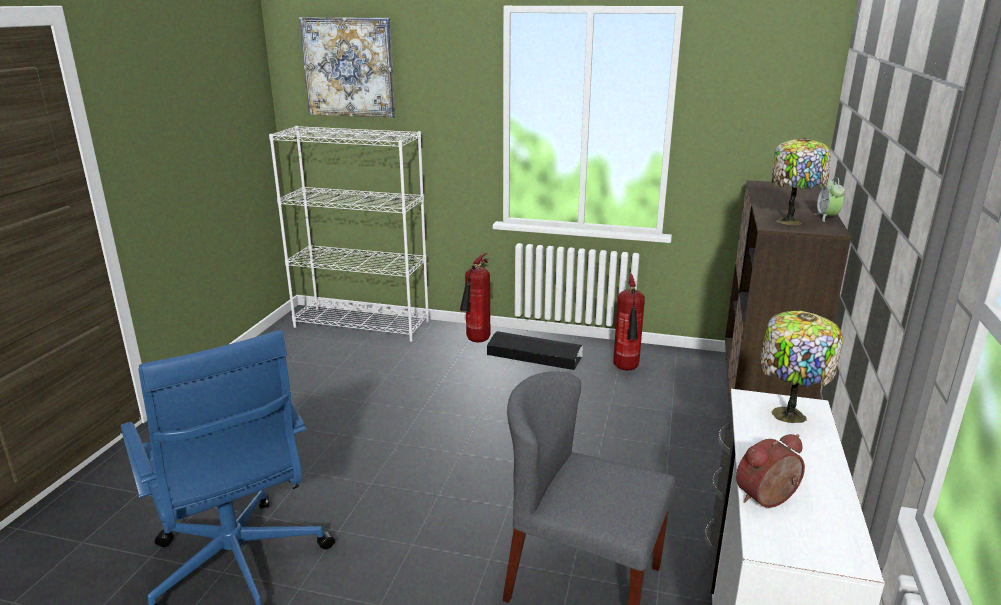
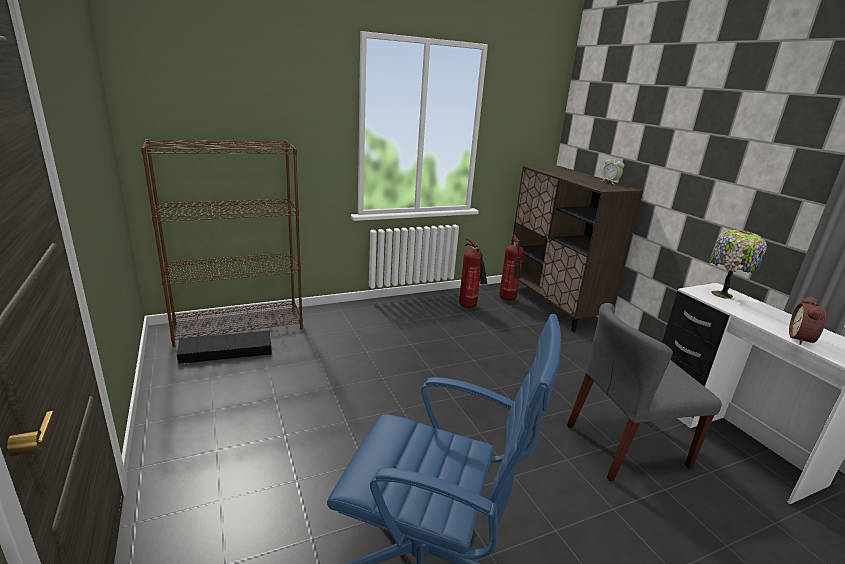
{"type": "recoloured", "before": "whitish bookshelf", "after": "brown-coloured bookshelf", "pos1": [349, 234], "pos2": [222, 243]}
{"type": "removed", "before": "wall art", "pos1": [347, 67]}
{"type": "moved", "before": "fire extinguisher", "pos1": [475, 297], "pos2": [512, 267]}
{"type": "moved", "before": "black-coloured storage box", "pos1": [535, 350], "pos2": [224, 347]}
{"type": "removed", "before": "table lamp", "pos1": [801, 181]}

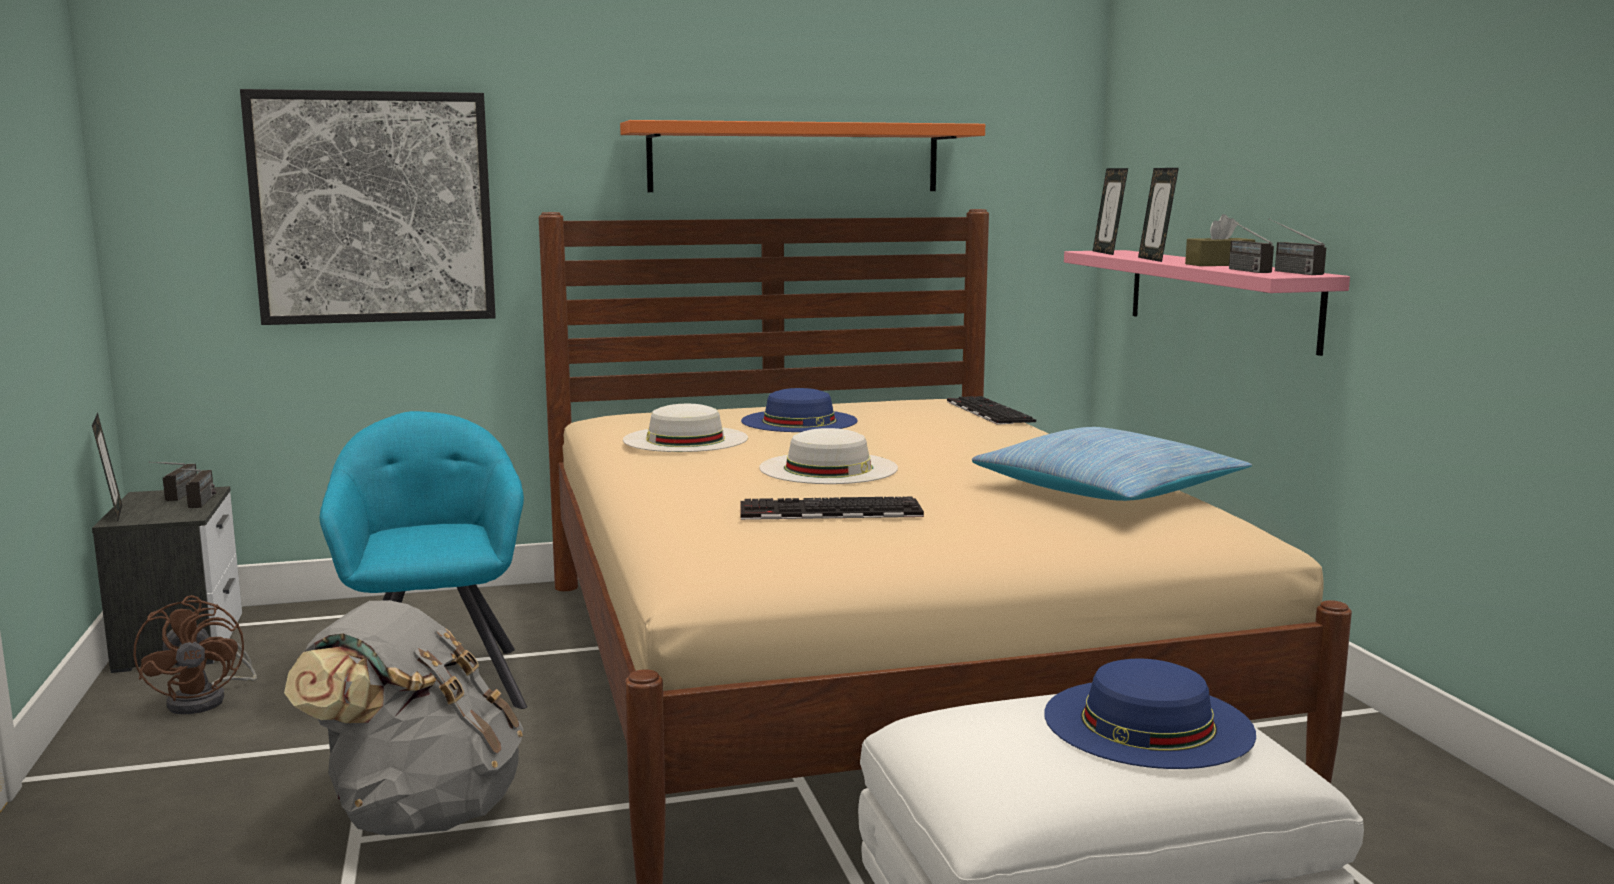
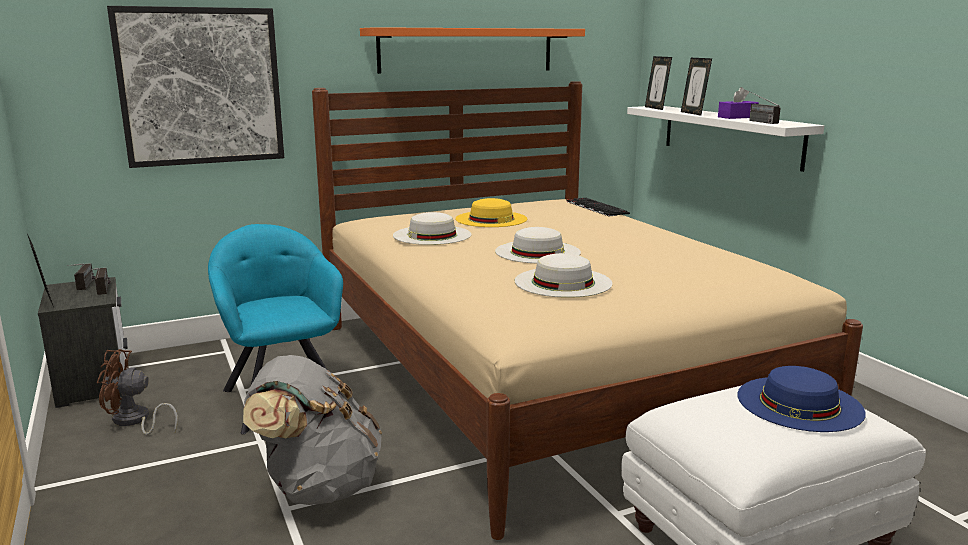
{"type": "turned", "before": "brown-coloured fan", "pos1": [195, 654], "pos2": [137, 392], "turn": 120}
{"type": "replaced", "before": "keyboard", "after": "whitish clothing hat", "pos1": [832, 508], "pos2": [563, 275]}
{"type": "recoloured", "before": "bluish clothing hat", "after": "yellowish clothing hat", "pos1": [799, 410], "pos2": [491, 212]}
{"type": "removed", "before": "throw pillow", "pos1": [1112, 464]}
{"type": "recoloured", "before": "pink wall shelf", "after": "whitish wall shelf", "pos1": [1207, 303], "pos2": [725, 139]}
{"type": "recoloured", "before": "brown-coloured tissue holder", "after": "purple-coloured tissue holder", "pos1": [1220, 240], "pos2": [738, 103]}
{"type": "removed", "before": "radio set", "pos1": [1297, 247]}

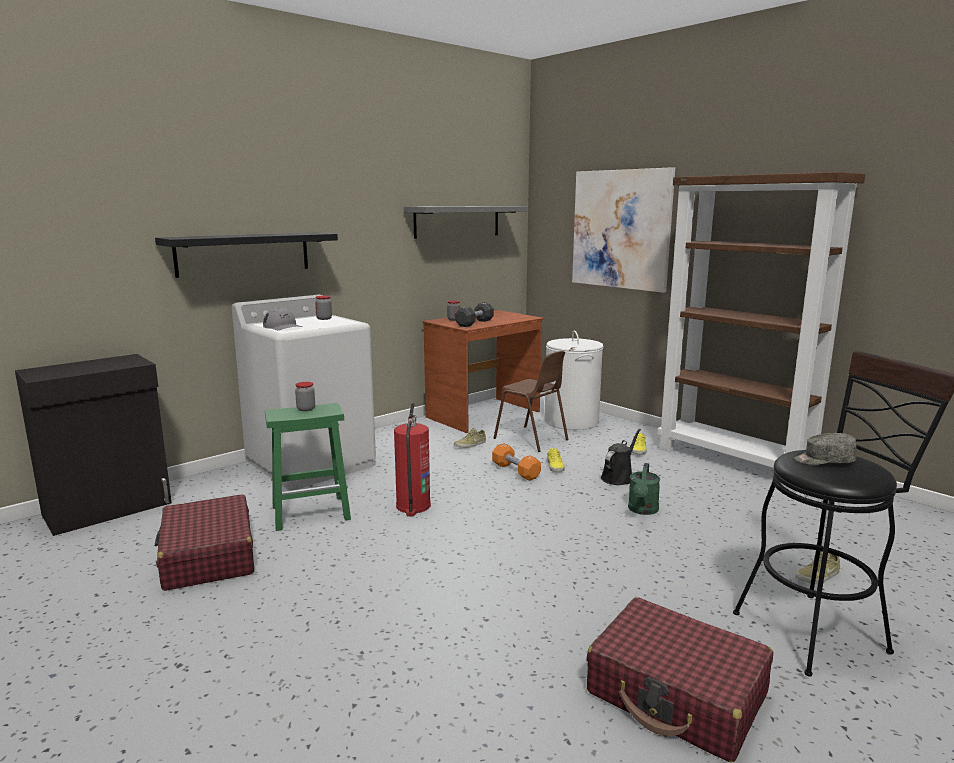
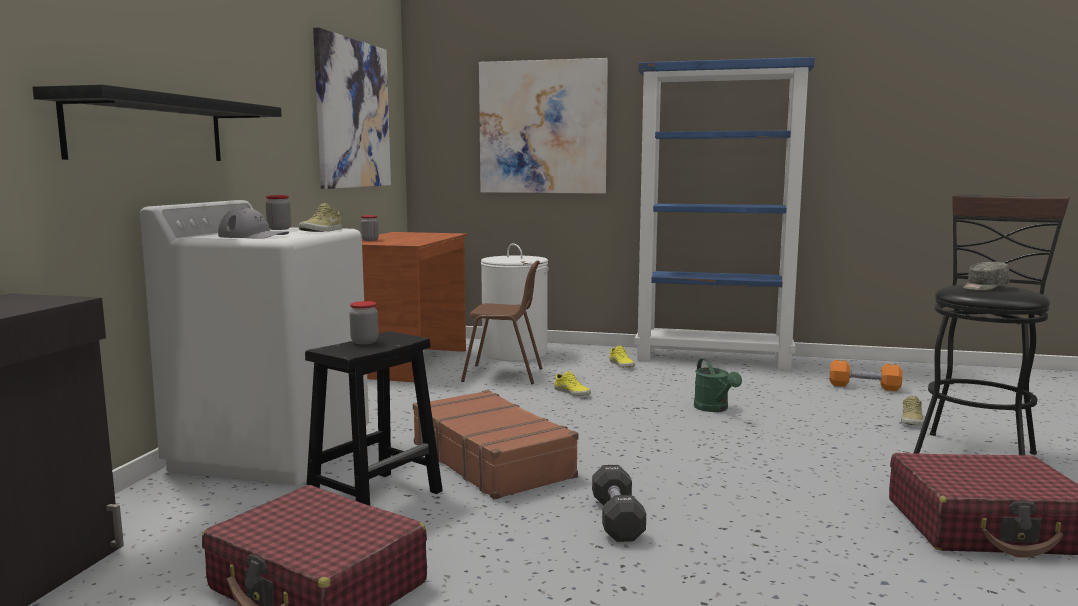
{"type": "recoloured", "before": "green-coloured sitting stool", "after": "black-coloured sitting stool", "pos1": [308, 467], "pos2": [374, 418]}
{"type": "replaced", "before": "fire extinguisher", "after": "brown-coloured piece of luggage", "pos1": [412, 460], "pos2": [495, 445]}
{"type": "replaced", "before": "greyish wall shelf", "after": "wall art", "pos1": [466, 222], "pos2": [352, 108]}
{"type": "moved", "before": "beige-coloured low shoe", "pos1": [470, 438], "pos2": [320, 217]}
{"type": "moved", "before": "black-coloured dumbbell", "pos1": [474, 314], "pos2": [619, 503]}
{"type": "moved", "before": "orangey dumbbell", "pos1": [516, 462], "pos2": [866, 375]}
{"type": "removed", "before": "black-coloured sprinkling can", "pos1": [621, 457]}
{"type": "recoloured", "before": "brown-coloured bookshelf", "after": "bluish bookshelf", "pos1": [761, 331], "pos2": [725, 213]}

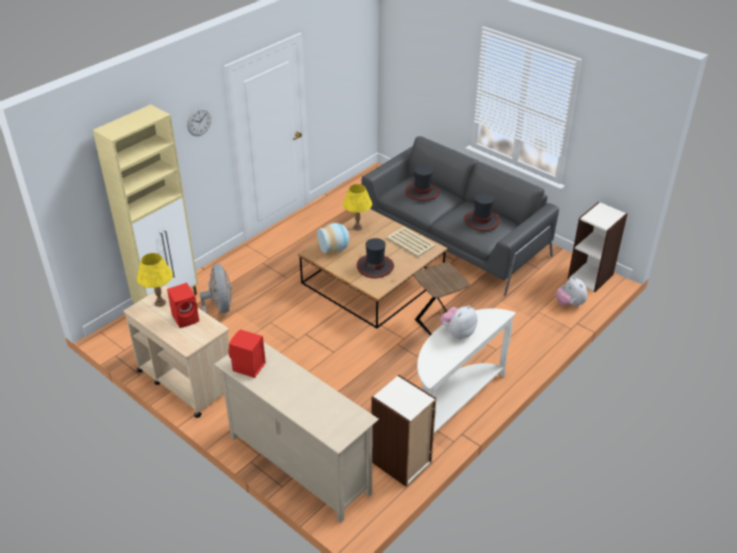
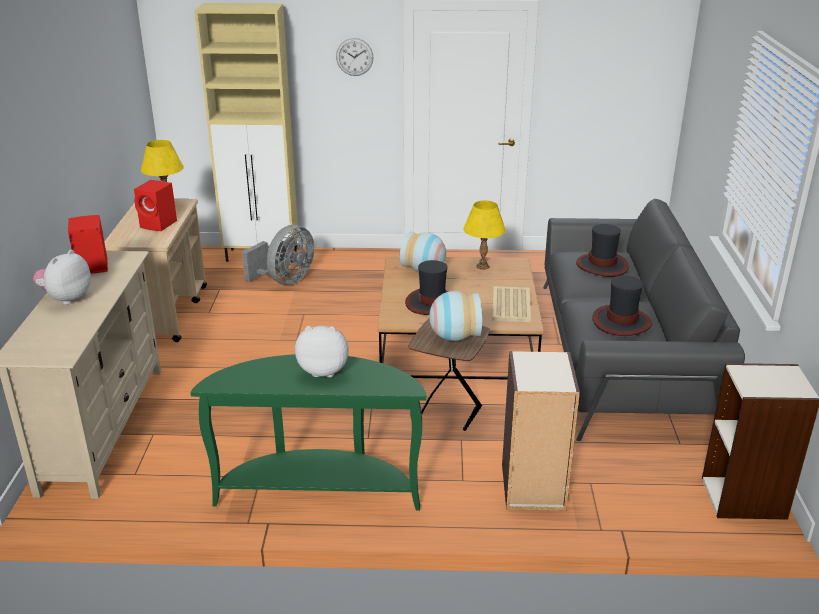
{"type": "moved", "before": "bookshelf", "pos1": [404, 431], "pos2": [541, 431]}
{"type": "recoloured", "before": "whitish console table", "after": "green-coloured console table", "pos1": [466, 370], "pos2": [309, 432]}
{"type": "moved", "before": "plush toy", "pos1": [571, 291], "pos2": [62, 277]}
{"type": "added", "after": "decorative vase", "pos2": [455, 316]}

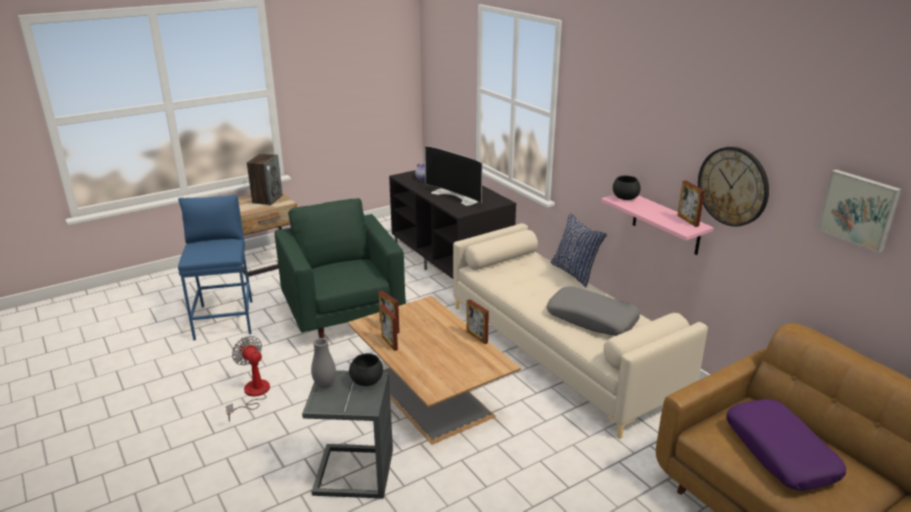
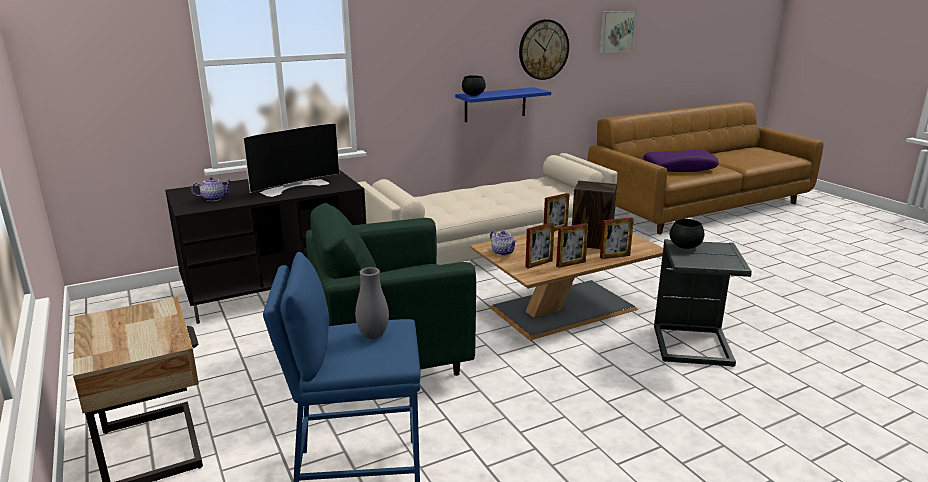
{"type": "removed", "before": "fan", "pos1": [248, 379]}
{"type": "moved", "before": "speaker", "pos1": [265, 179], "pos2": [594, 215]}
{"type": "moved", "before": "greyish decorative vase", "pos1": [323, 363], "pos2": [372, 303]}
{"type": "removed", "before": "greyish throw pillow", "pos1": [593, 311]}
{"type": "removed", "before": "bluish throw pillow", "pos1": [578, 250]}
{"type": "recoloured", "before": "pink wall shelf", "after": "bluish wall shelf", "pos1": [657, 225], "pos2": [503, 104]}
{"type": "moved", "before": "standing frame", "pos1": [691, 204], "pos2": [617, 238]}
{"type": "added", "after": "pot for tea", "pos2": [503, 243]}

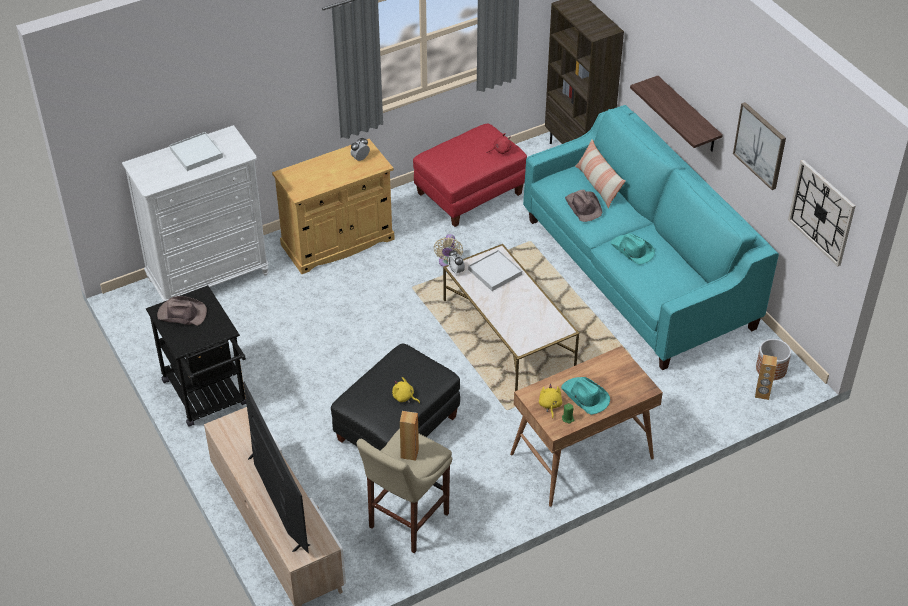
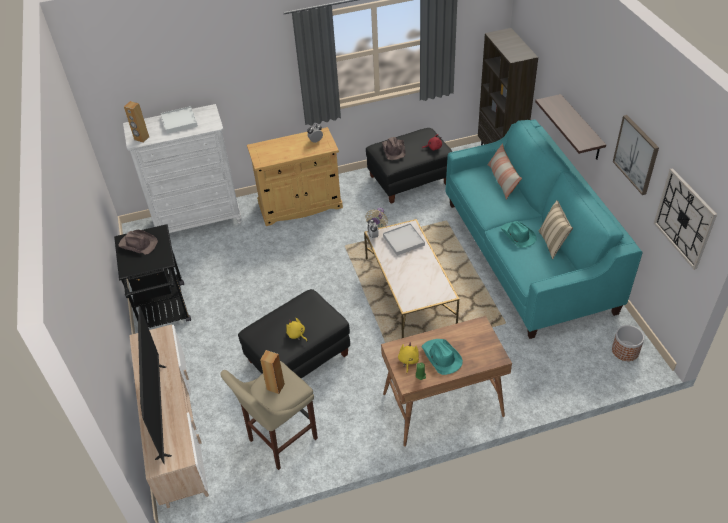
{"type": "recoloured", "before": "reddish ottoman", "after": "black-coloured ottoman", "pos1": [470, 175], "pos2": [409, 166]}
{"type": "moved", "before": "brown-coloured clothing hat", "pos1": [584, 206], "pos2": [394, 148]}
{"type": "moved", "before": "brown-coloured speaker", "pos1": [766, 377], "pos2": [136, 122]}
{"type": "added", "after": "beige-coloured throw pillow", "pos2": [555, 229]}

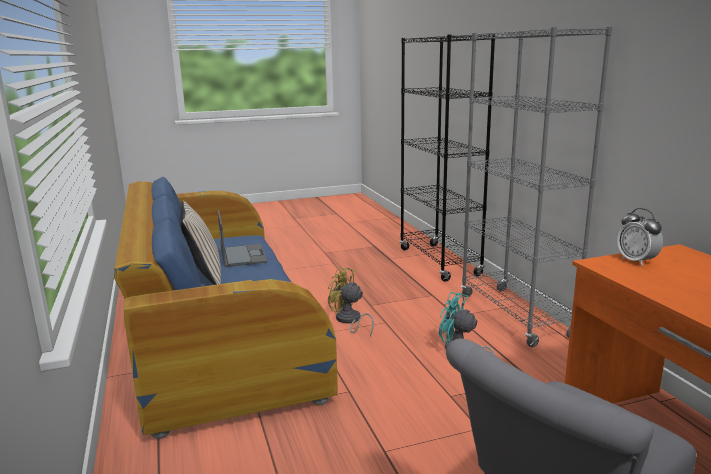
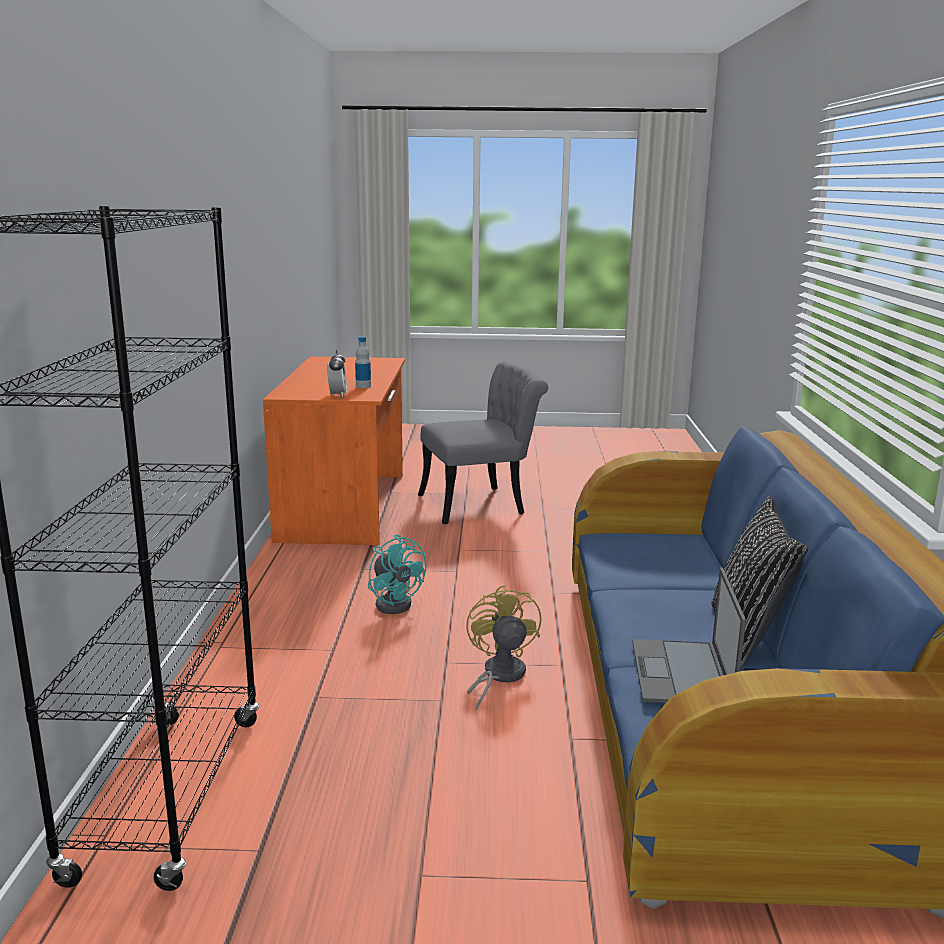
{"type": "recoloured", "before": "beige-coloured throw pillow", "after": "black-coloured throw pillow", "pos1": [201, 242], "pos2": [759, 583]}
{"type": "turned", "before": "yellowish fan", "pos1": [351, 301], "pos2": [504, 648], "turn": -150}
{"type": "removed", "before": "greyish bookshelf", "pos1": [536, 187]}
{"type": "added", "after": "beverage bottle", "pos2": [363, 362]}

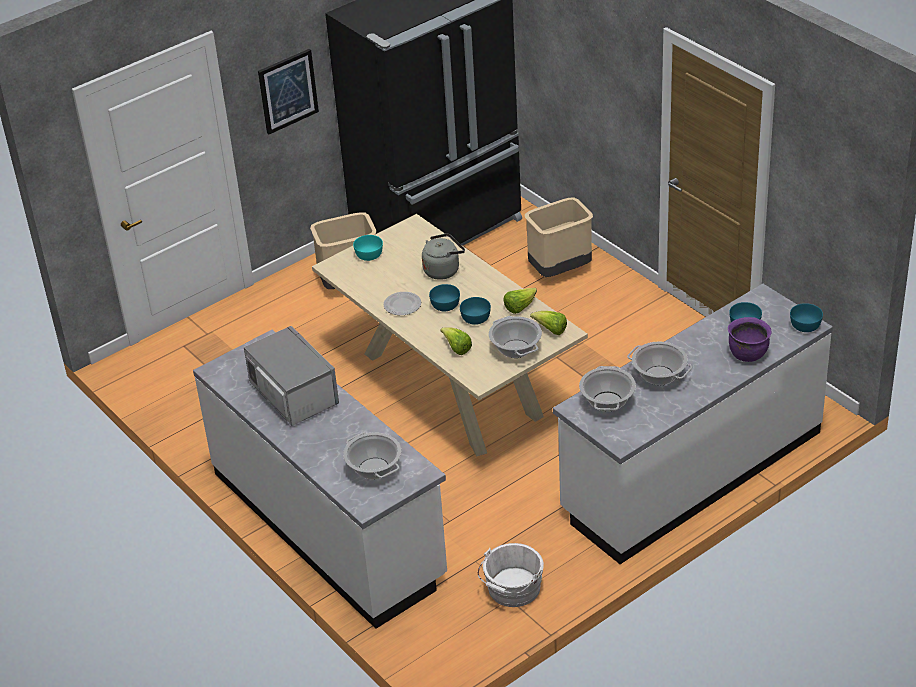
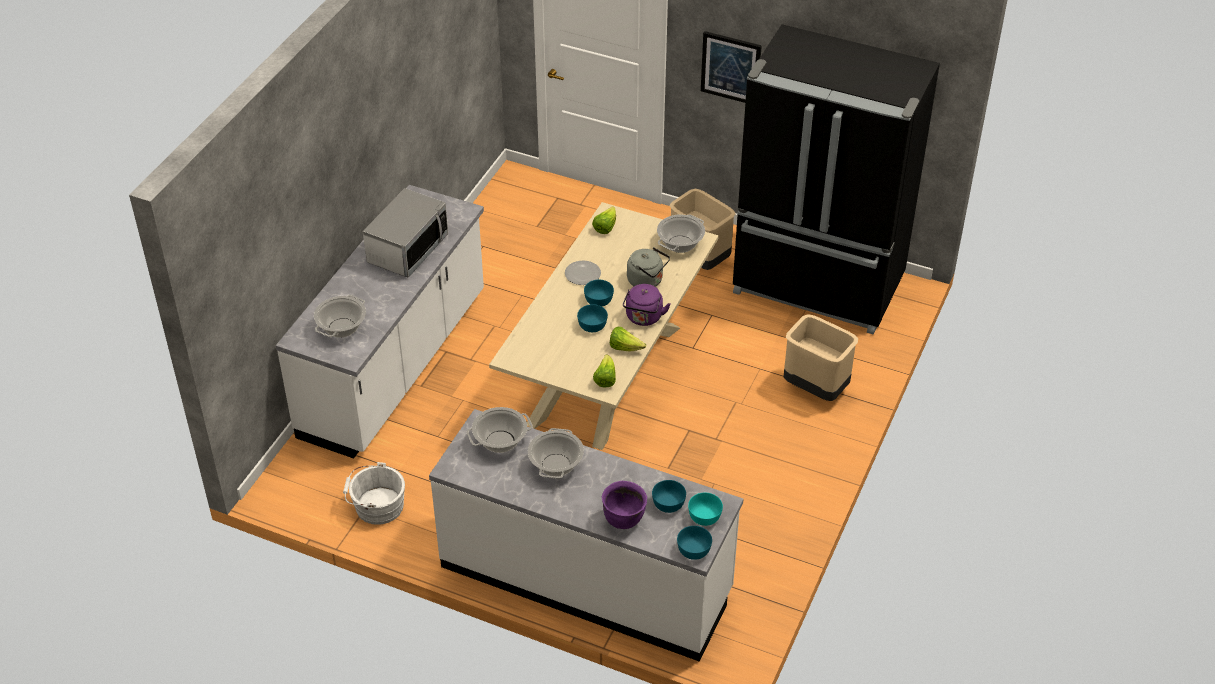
{"type": "moved", "before": "blue-green deep dish", "pos1": [368, 248], "pos2": [705, 509]}
{"type": "moved", "before": "lettuce head", "pos1": [456, 341], "pos2": [604, 220]}
{"type": "moved", "before": "stockpot", "pos1": [515, 337], "pos2": [681, 234]}
{"type": "added", "after": "purple-coloured water kettle", "pos2": [647, 305]}

